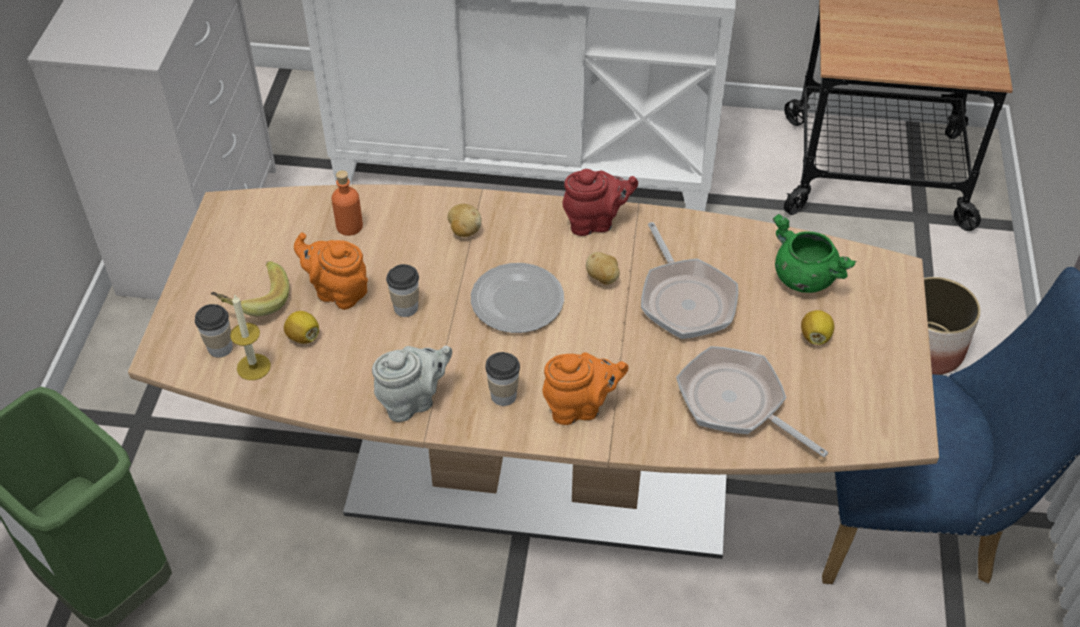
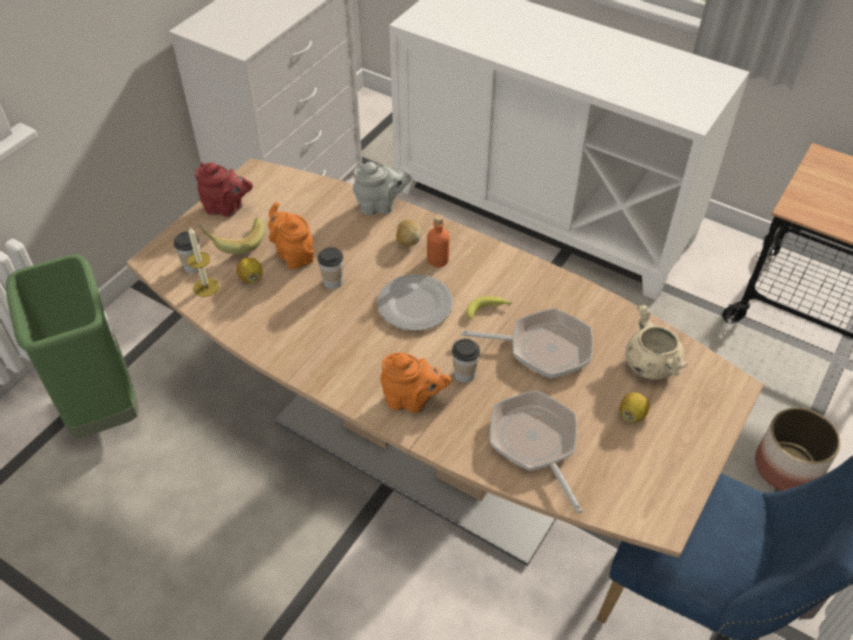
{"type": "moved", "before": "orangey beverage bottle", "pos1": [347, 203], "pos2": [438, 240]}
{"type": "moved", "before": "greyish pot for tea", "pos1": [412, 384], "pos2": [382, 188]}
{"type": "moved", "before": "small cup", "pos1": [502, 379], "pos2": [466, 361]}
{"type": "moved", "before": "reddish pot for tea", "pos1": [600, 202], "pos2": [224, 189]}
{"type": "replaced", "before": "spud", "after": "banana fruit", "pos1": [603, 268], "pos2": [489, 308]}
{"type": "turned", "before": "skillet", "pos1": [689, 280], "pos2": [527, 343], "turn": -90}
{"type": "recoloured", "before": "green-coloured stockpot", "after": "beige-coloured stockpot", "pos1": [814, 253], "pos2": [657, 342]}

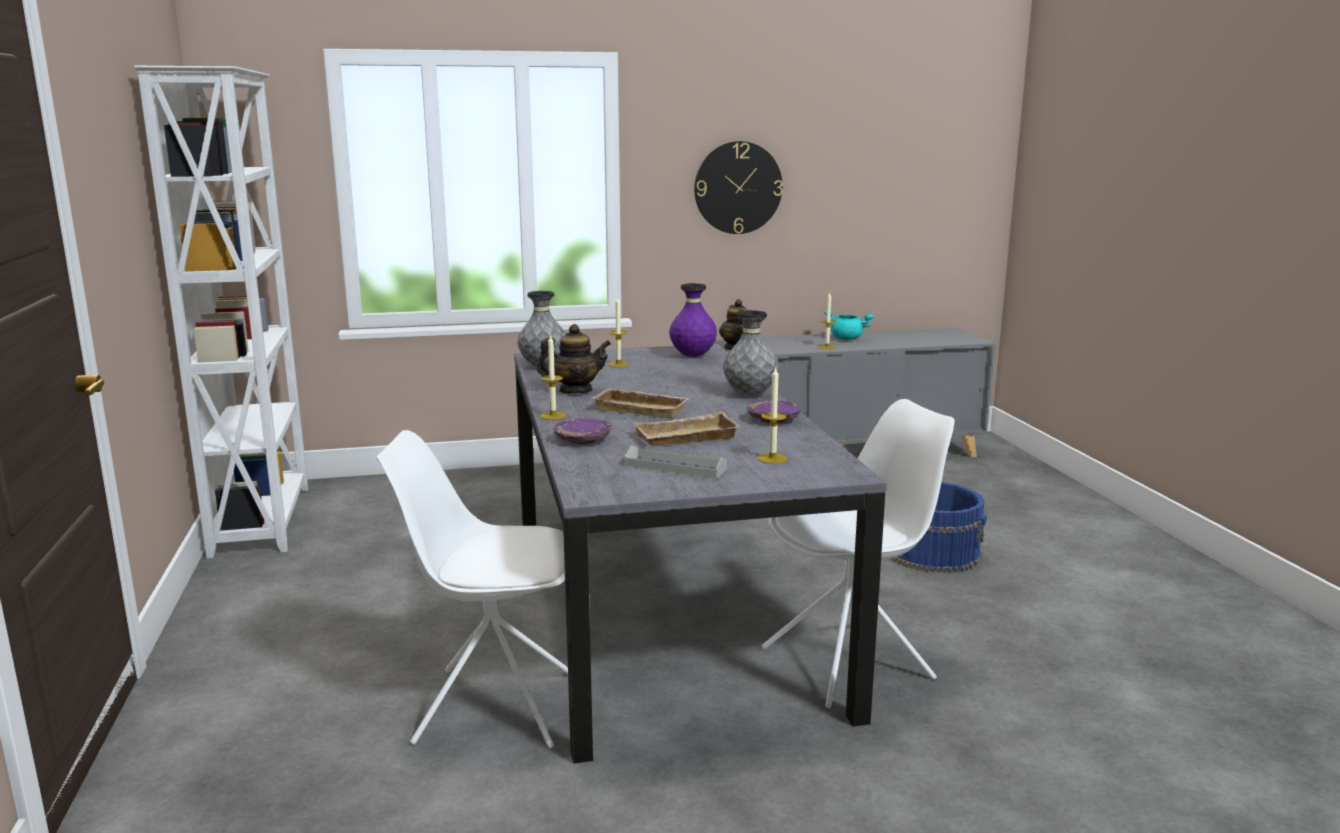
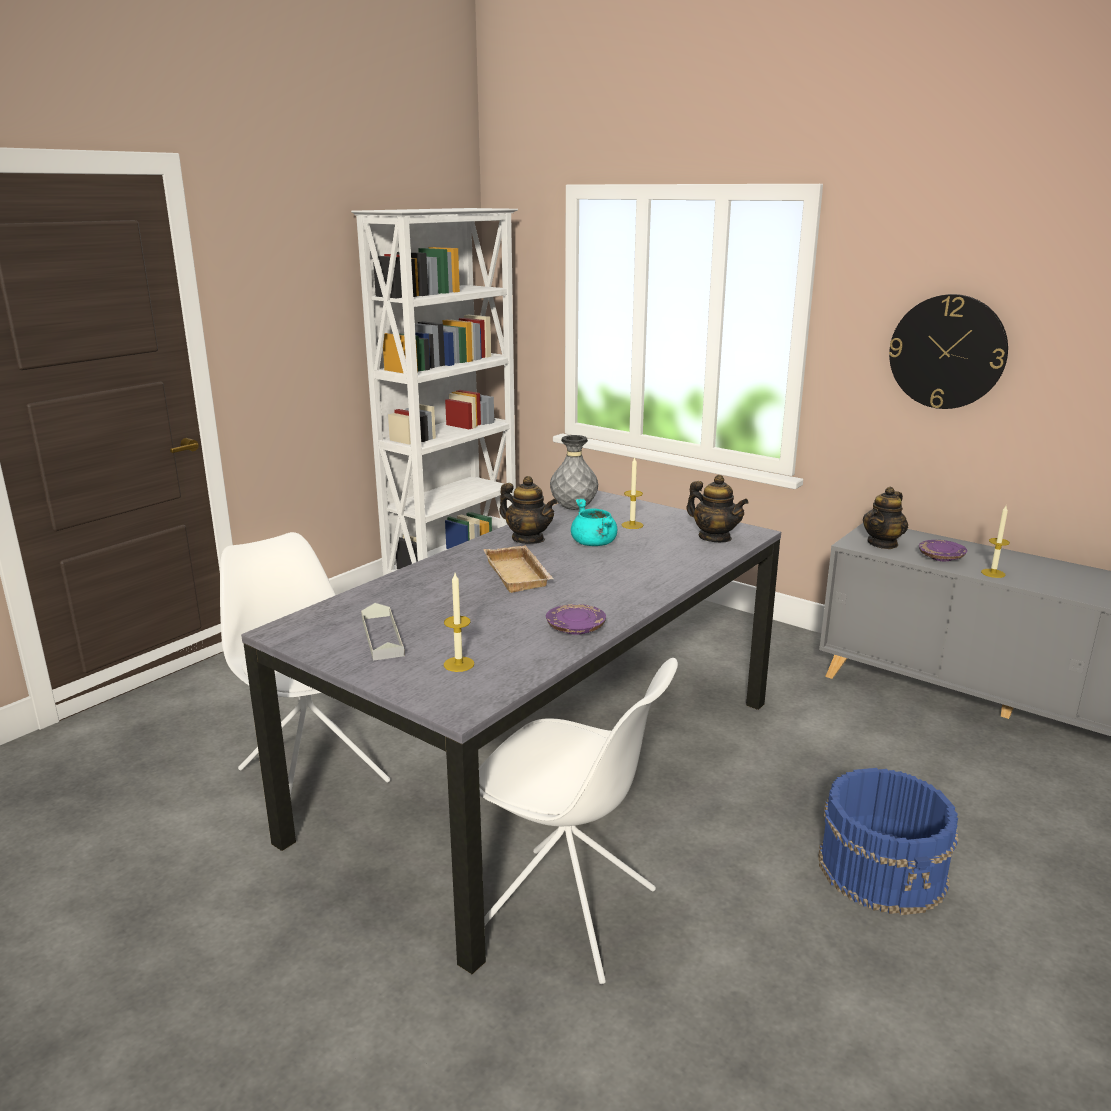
{"type": "removed", "before": "wax light", "pos1": [553, 377]}
{"type": "moved", "before": "purple-coloured plate", "pos1": [583, 431], "pos2": [943, 550]}
{"type": "removed", "before": "beige-coloured carrying tray", "pos1": [687, 428]}
{"type": "replaced", "before": "purple-coloured decorative vase", "after": "pot for tea", "pos1": [693, 320], "pos2": [718, 508]}
{"type": "removed", "before": "greyish decorative vase", "pos1": [751, 353]}
{"type": "moved", "before": "blue-green stockpot", "pos1": [848, 325], "pos2": [594, 522]}

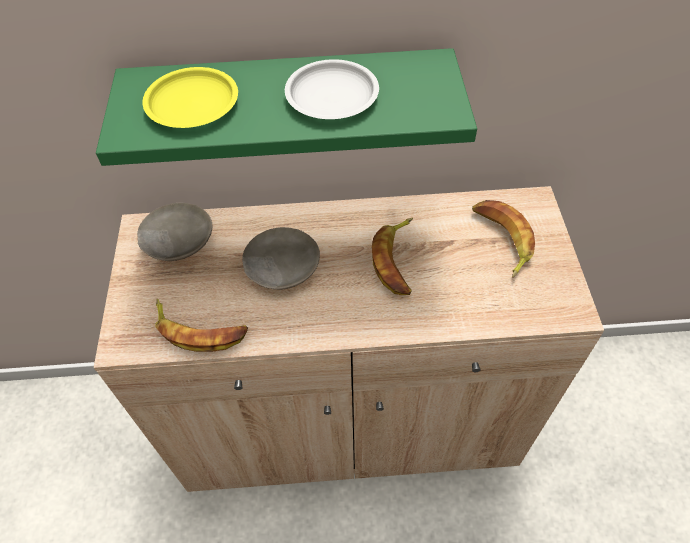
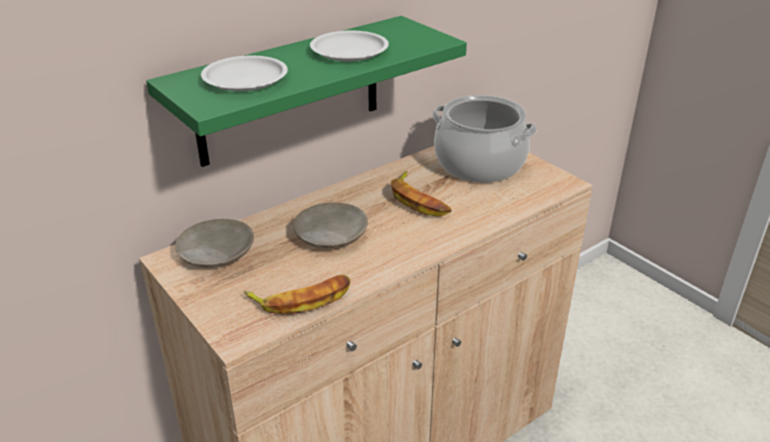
{"type": "recoloured", "before": "yellowish plate", "after": "whitish plate", "pos1": [190, 97], "pos2": [244, 73]}
{"type": "replaced", "before": "banana fruit", "after": "stockpot", "pos1": [503, 239], "pos2": [484, 139]}

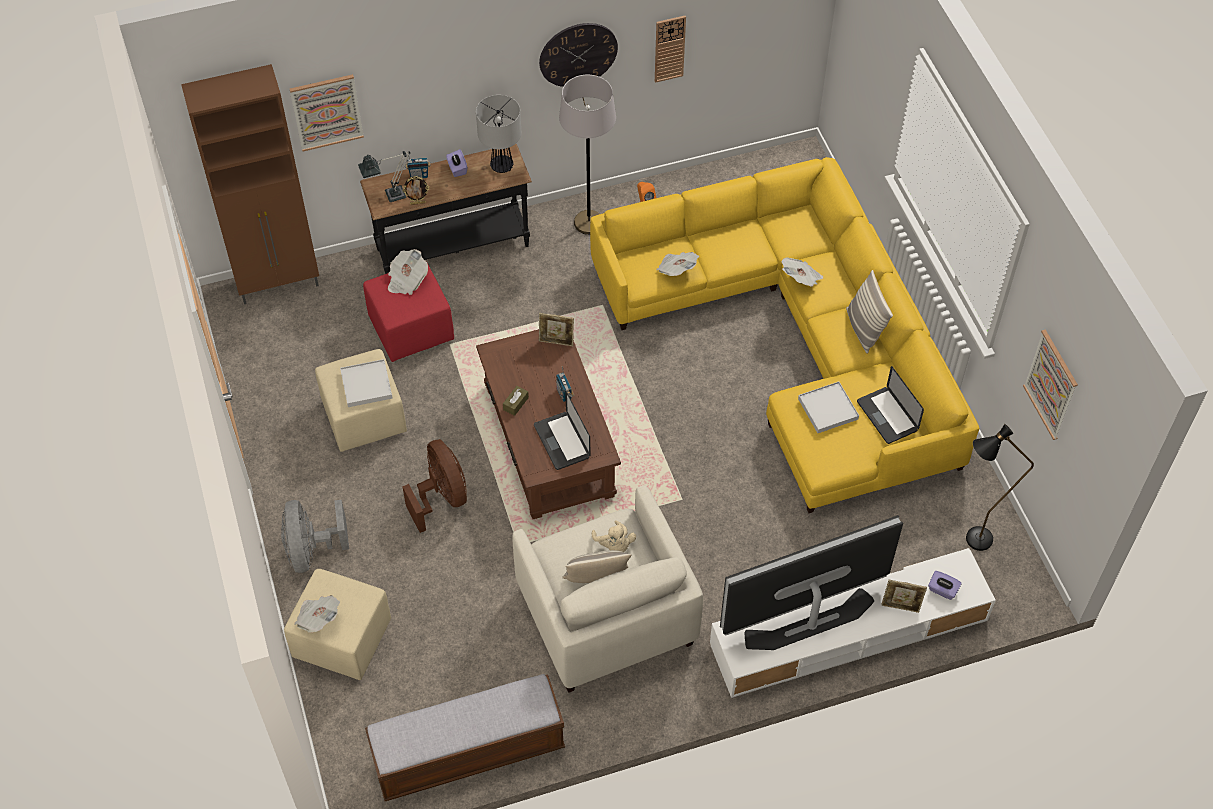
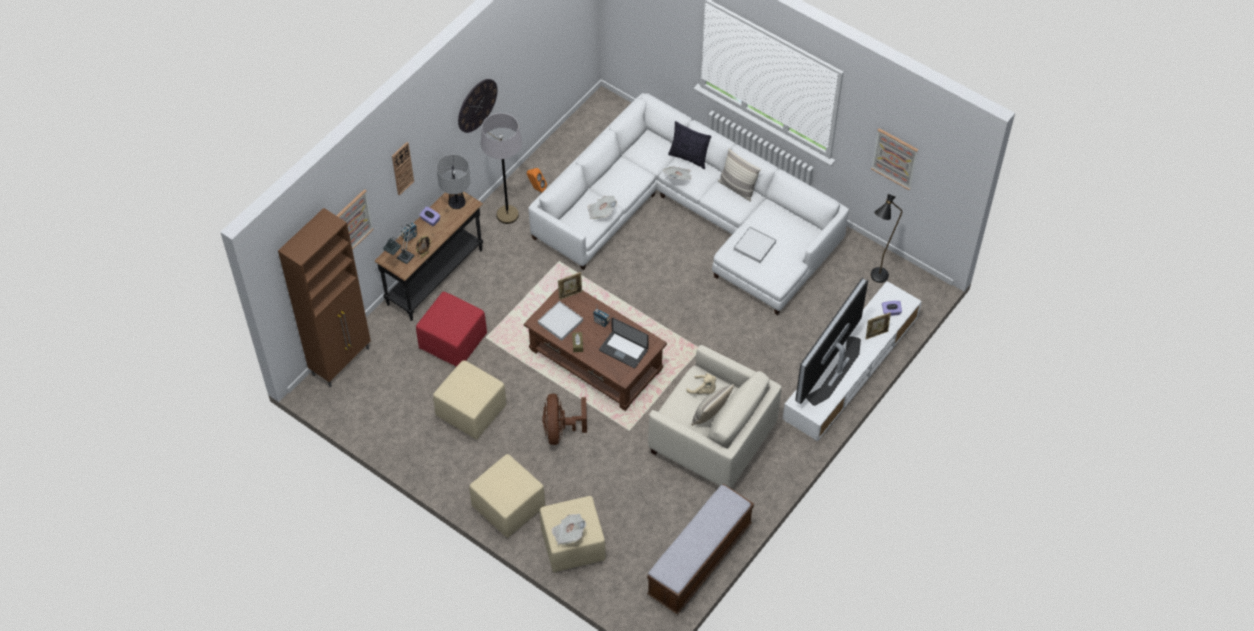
{"type": "replaced", "before": "greyish fan", "after": "beige-coloured ottoman", "pos1": [315, 536], "pos2": [507, 496]}
{"type": "moved", "before": "whitish carrying tray", "pos1": [366, 383], "pos2": [560, 321]}
{"type": "removed", "before": "newspaper", "pos1": [408, 272]}
{"type": "turned", "before": "brown-coloured fan", "pos1": [434, 486], "pos2": [564, 419], "turn": -120}
{"type": "recoloured", "before": "yellowish settee", "after": "whitish settee", "pos1": [784, 335], "pos2": [688, 204]}
{"type": "moved", "before": "hanging clock", "pos1": [670, 49], "pos2": [403, 169]}
{"type": "removed", "before": "laptop", "pos1": [890, 405]}
{"type": "added", "after": "throw pillow", "pos2": [690, 145]}

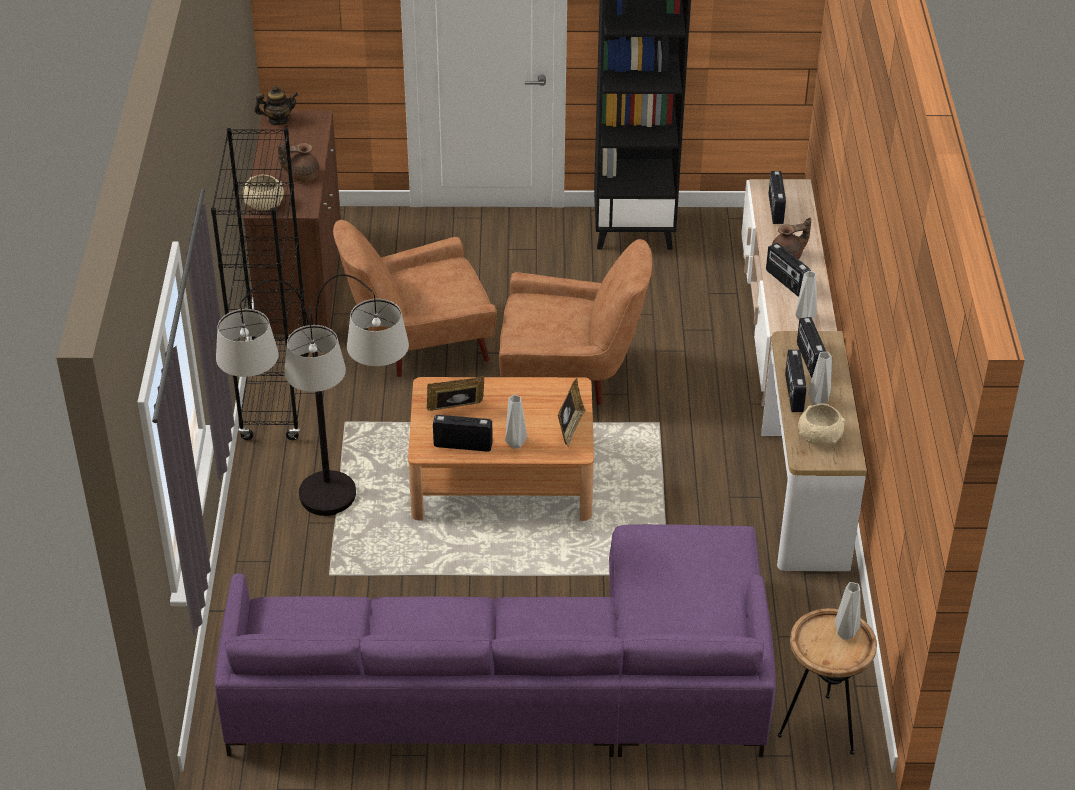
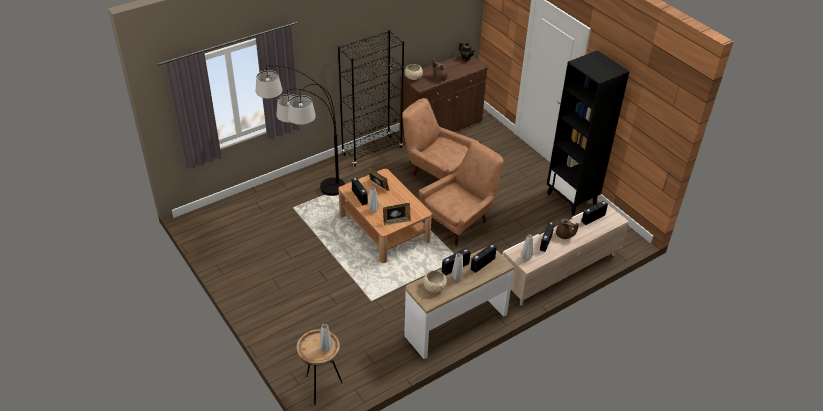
{"type": "removed", "before": "purple-coloured settee", "pos1": [495, 640]}
{"type": "turned", "before": "brown-coloured armchair", "pos1": [575, 322], "pos2": [460, 194], "turn": -105}

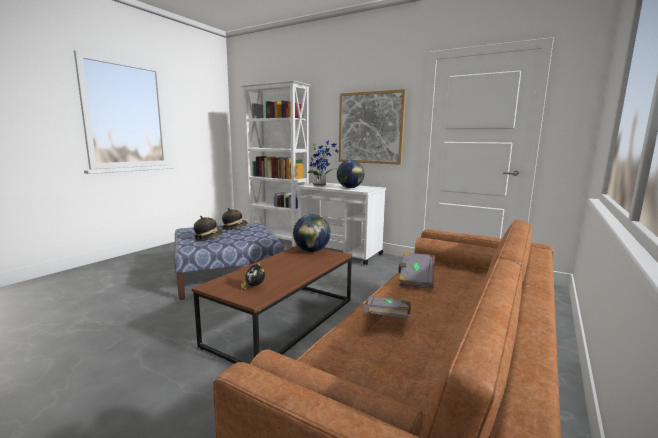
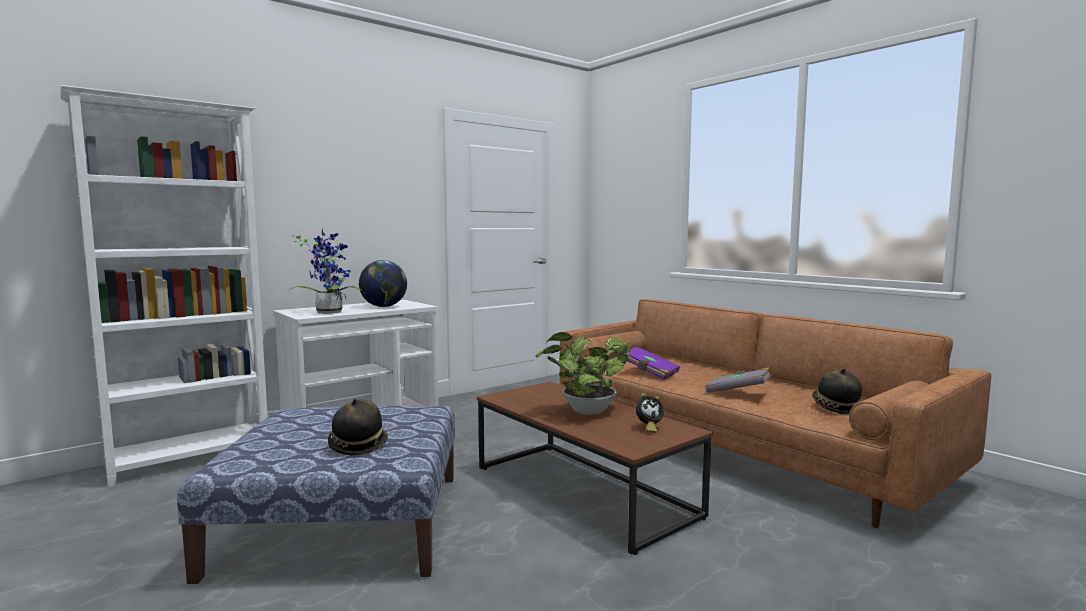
{"type": "moved", "before": "clothing hat", "pos1": [235, 219], "pos2": [837, 391]}
{"type": "removed", "before": "globe", "pos1": [312, 233]}
{"type": "removed", "before": "wall art", "pos1": [372, 127]}
{"type": "recoloured", "before": "greyish bound book", "after": "purple-coloured bound book", "pos1": [417, 270], "pos2": [651, 363]}
{"type": "added", "after": "potted plant", "pos2": [583, 373]}

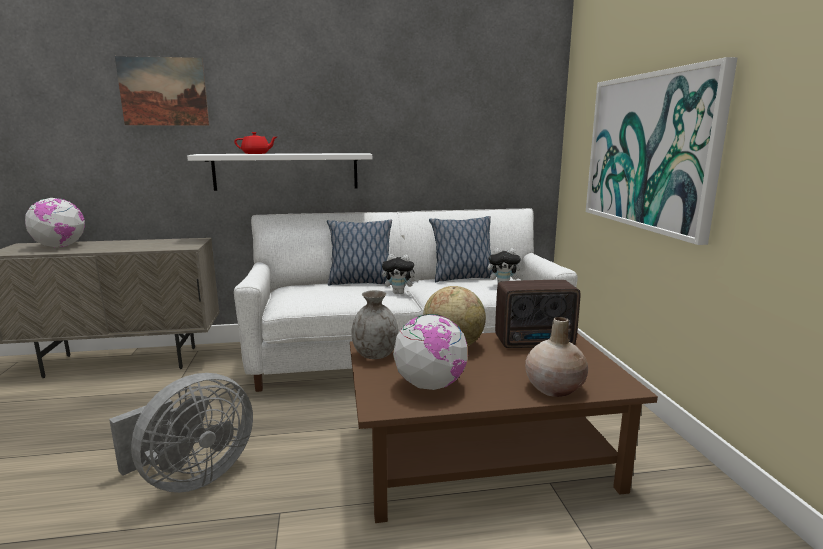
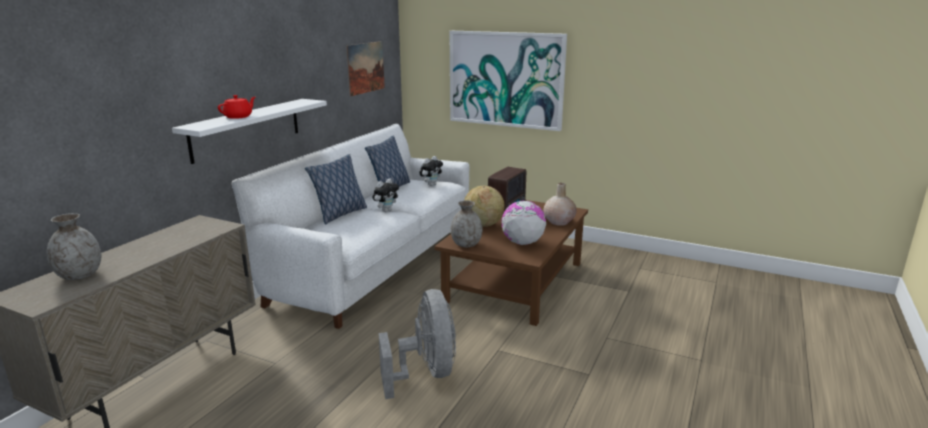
{"type": "replaced", "before": "globe", "after": "greyish decorative vase", "pos1": [55, 223], "pos2": [74, 246]}
{"type": "moved", "before": "wall art", "pos1": [162, 91], "pos2": [365, 68]}

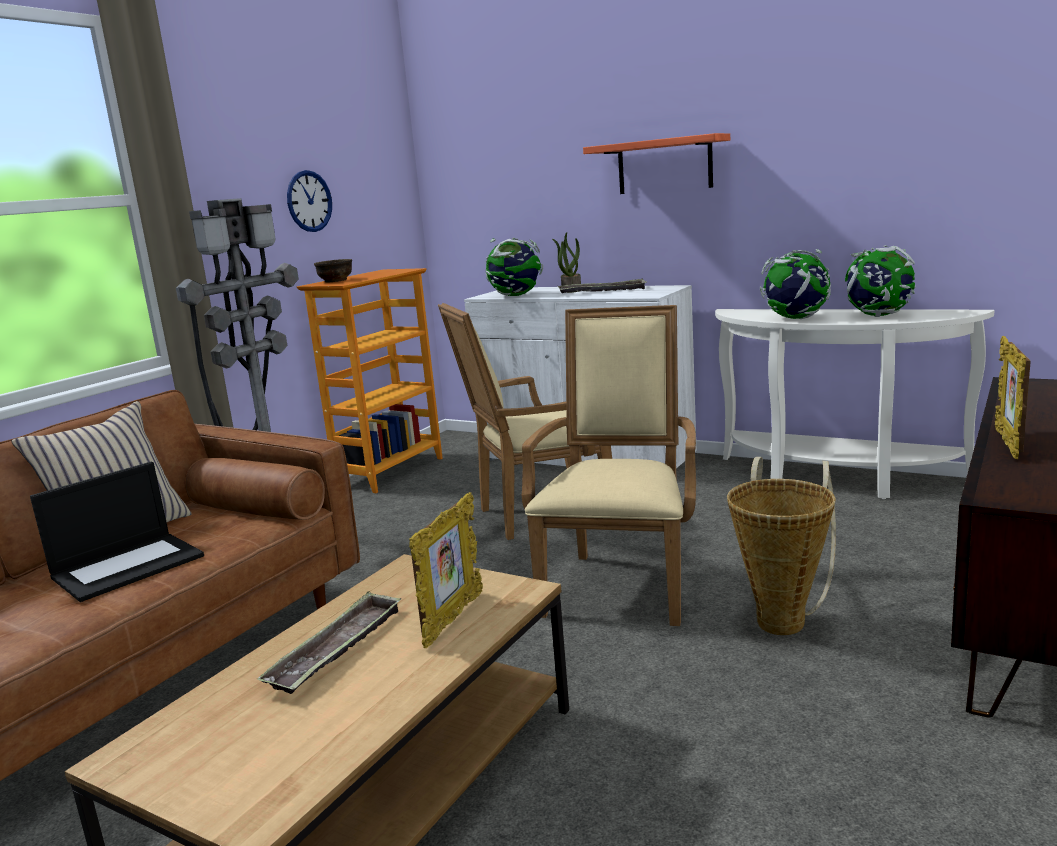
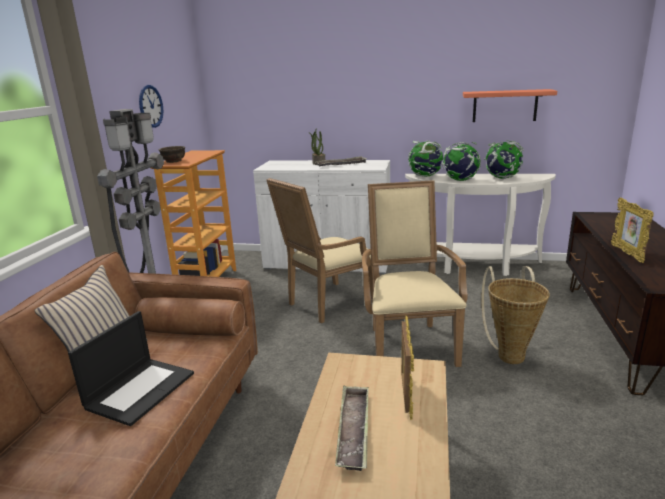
{"type": "moved", "before": "globe", "pos1": [514, 267], "pos2": [425, 159]}
{"type": "moved", "before": "wall shelf", "pos1": [656, 163], "pos2": [510, 105]}

